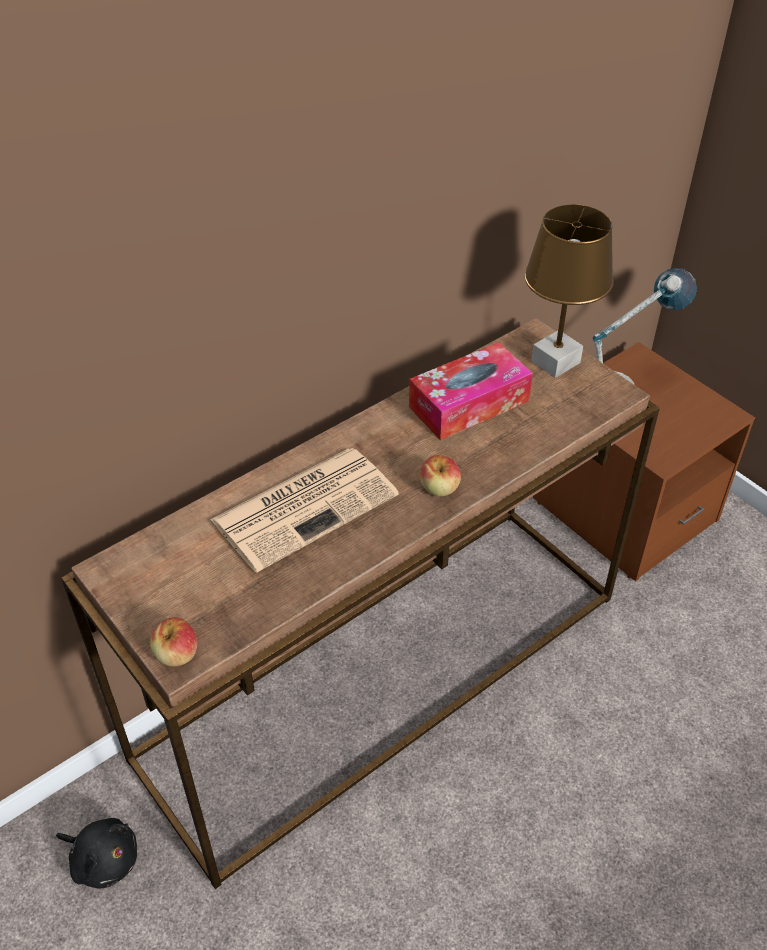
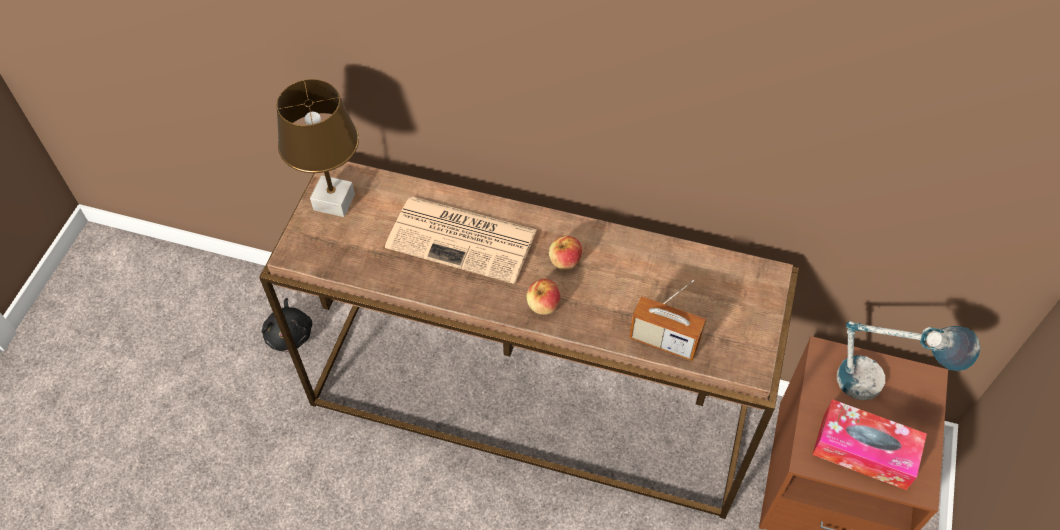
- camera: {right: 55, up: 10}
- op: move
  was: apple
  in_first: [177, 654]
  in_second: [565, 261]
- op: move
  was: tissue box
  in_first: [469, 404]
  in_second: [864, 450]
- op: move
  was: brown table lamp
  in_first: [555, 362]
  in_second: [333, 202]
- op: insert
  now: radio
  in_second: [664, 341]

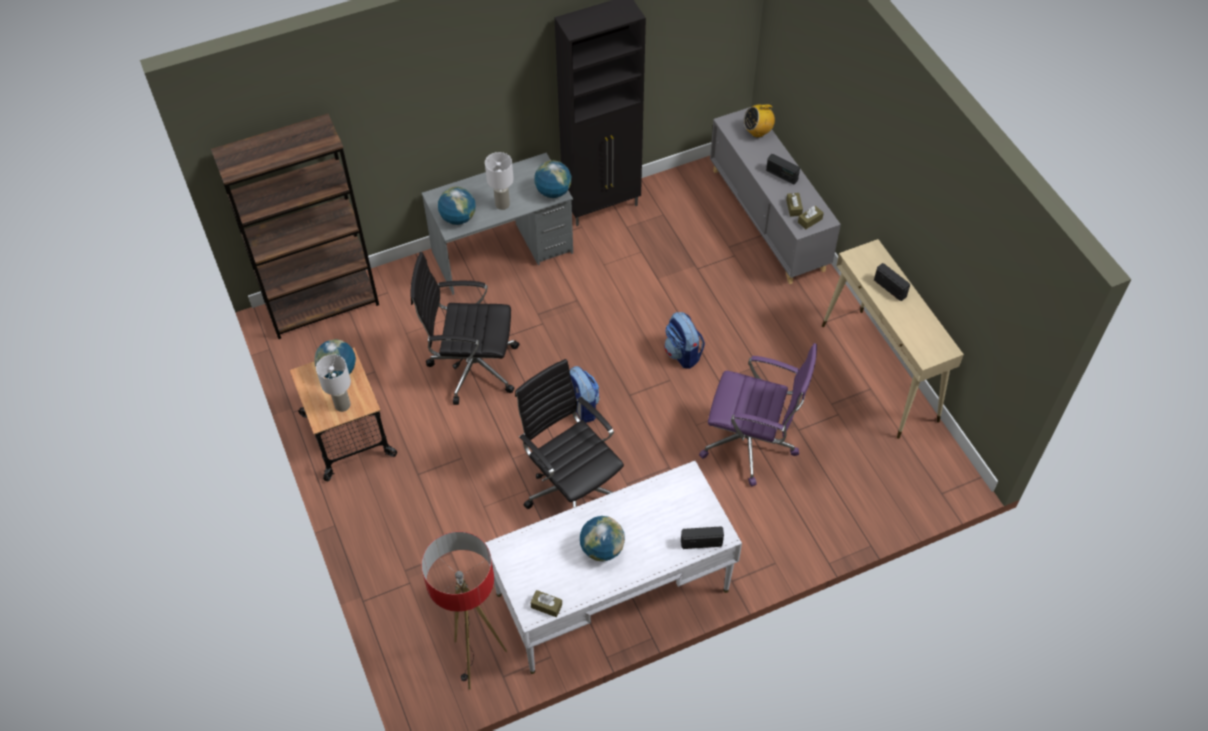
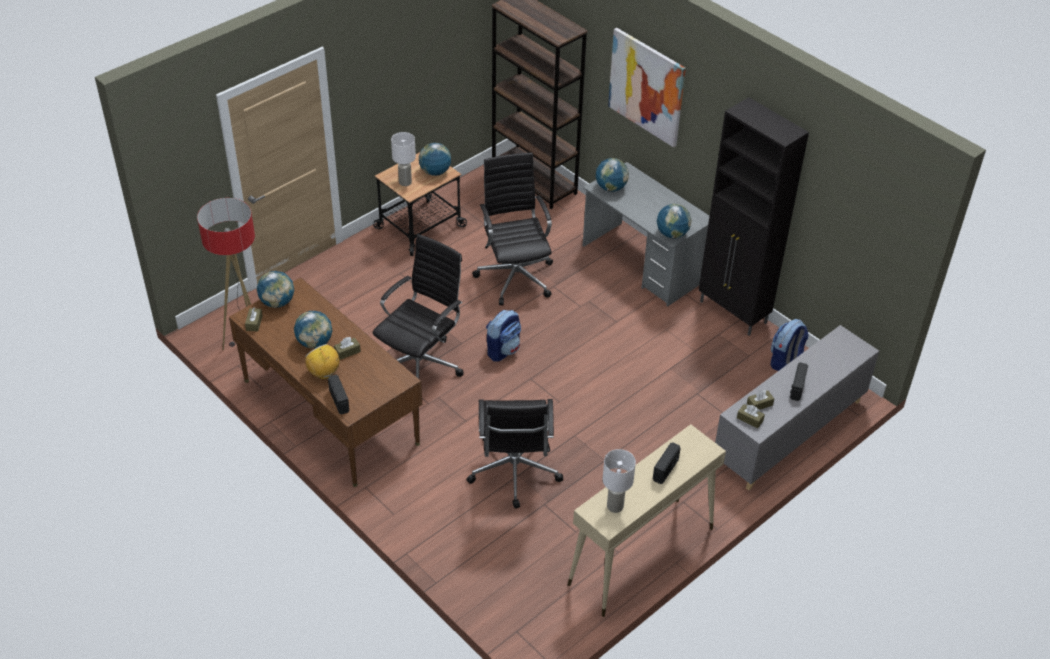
- camera: {right: 70, up: -10}
- op: move
  was: white table lamp
  in_first: [502, 204]
  in_second: [615, 506]
- op: recolor
  was: white desk
  now: brown desk
  in_first: [612, 592]
  in_second: [330, 412]
- op: move
  was: backpack
  in_first: [683, 353]
  in_second: [785, 361]
- op: recolor
  was: purple office chair
  now: black office chair
  in_first: [751, 443]
  in_second: [514, 473]
- op: move
  was: radio
  in_first: [757, 132]
  in_second: [324, 373]
- op: insert
  now: globe
  in_second: [277, 302]
- op: insert
  now: brown tissue box
  in_second: [347, 352]
- op: insert
  now: picture
  in_second: [646, 87]

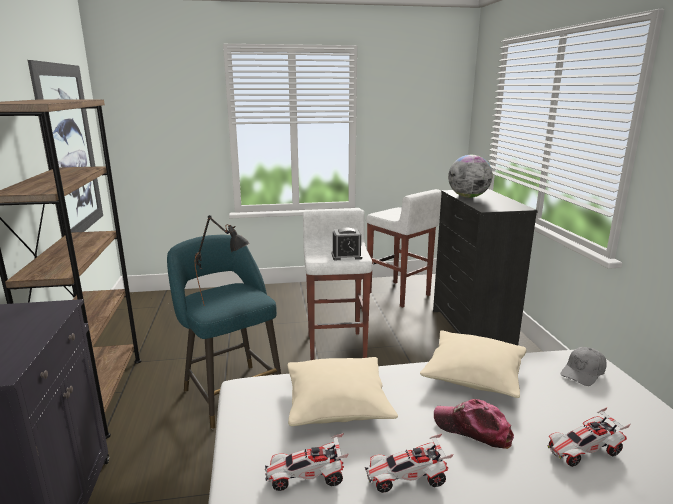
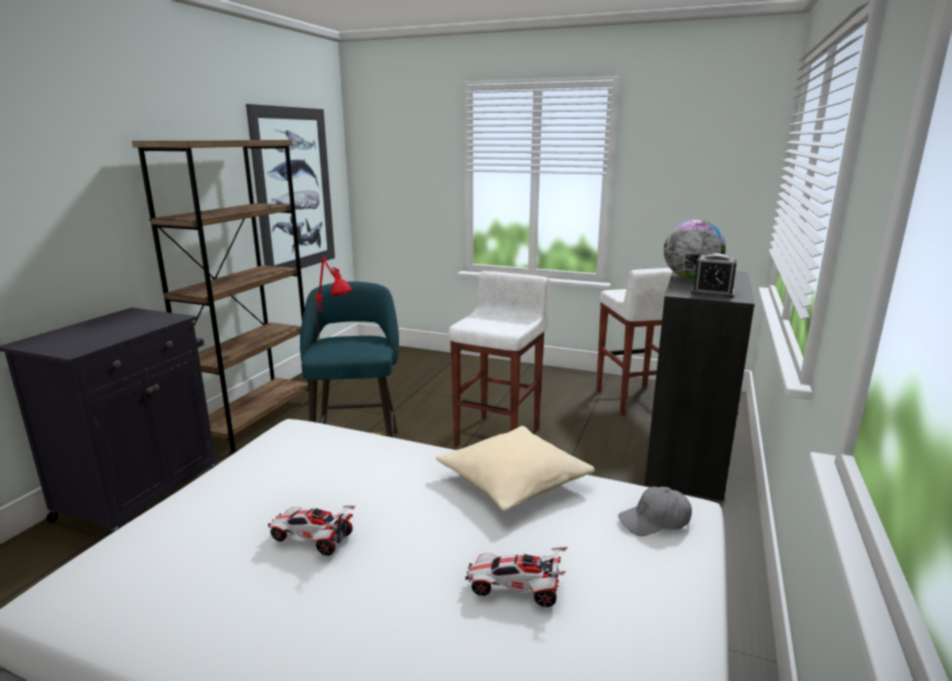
- camera: {right: 30, up: 0}
- op: recolor
  was: black table lamp
  now: red table lamp
  in_first: [226, 306]
  in_second: [336, 352]
- op: delete
  was: toy car
  in_first: [307, 477]
- op: delete
  was: beige pillow
  in_first: [337, 404]
- op: move
  was: alarm clock
  in_first: [346, 256]
  in_second: [712, 293]
- op: delete
  was: cap
  in_first: [473, 429]

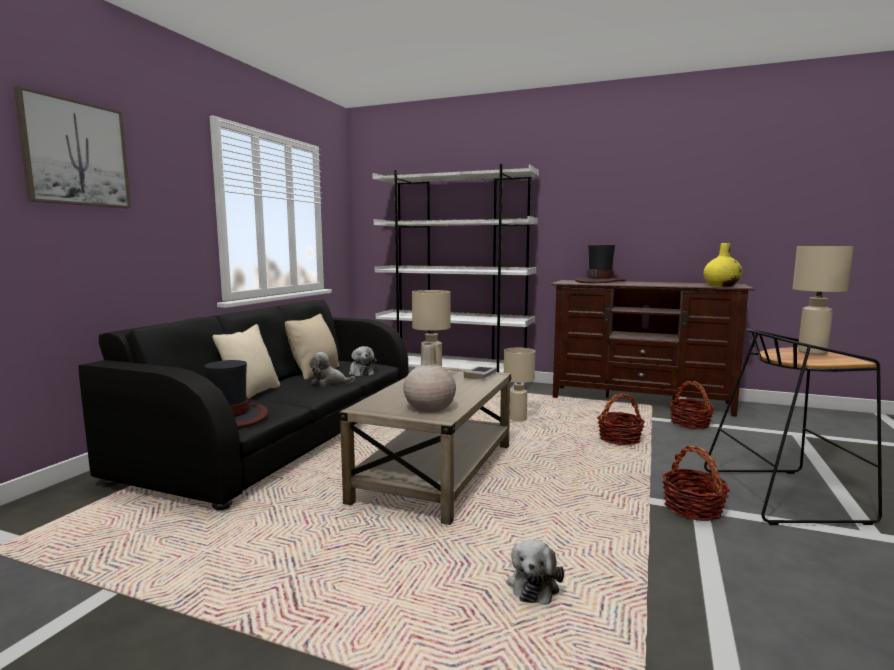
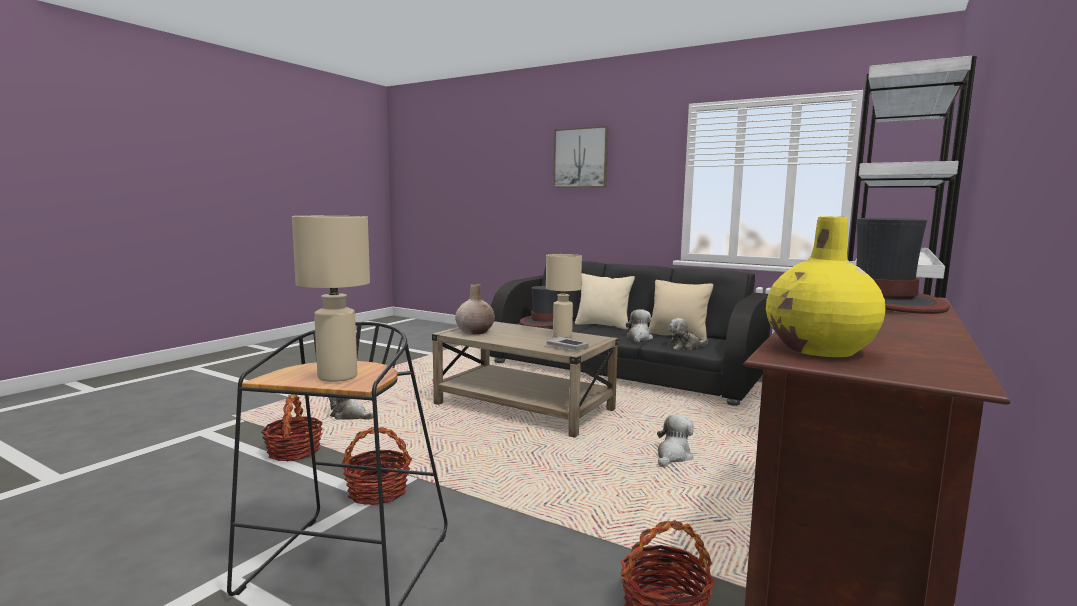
- camera: {right: 100, up: 0}
- op: replace
  was: beige table lamp
  now: plush toy
  in_first: [518, 419]
  in_second: [673, 456]
- op: move
  was: basket
  in_first: [619, 439]
  in_second: [294, 452]

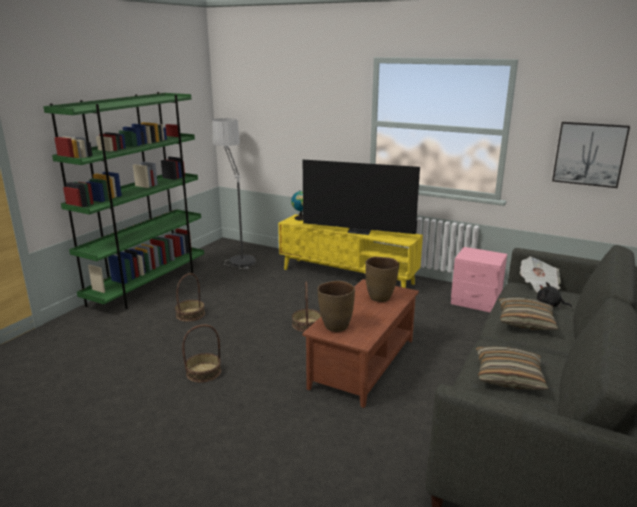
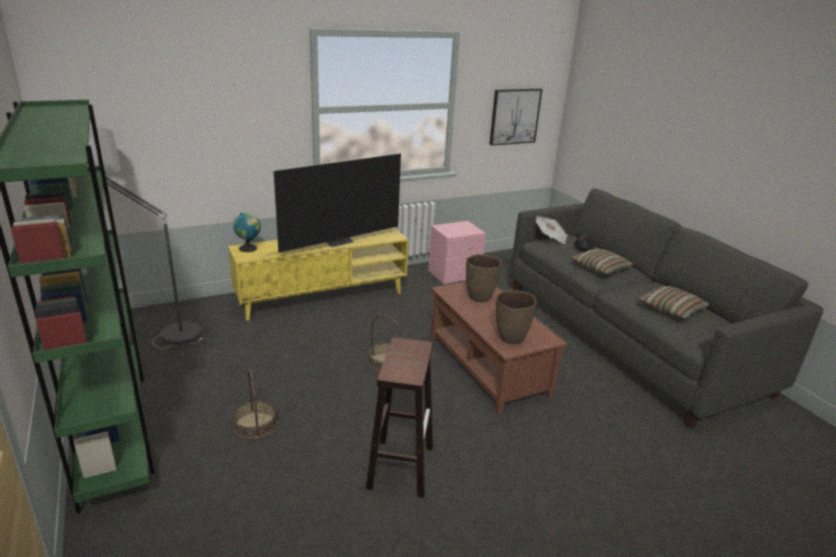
- camera: {right: -55, up: 5}
- op: replace
  was: basket
  now: brown stool
  in_first: [203, 372]
  in_second: [400, 466]

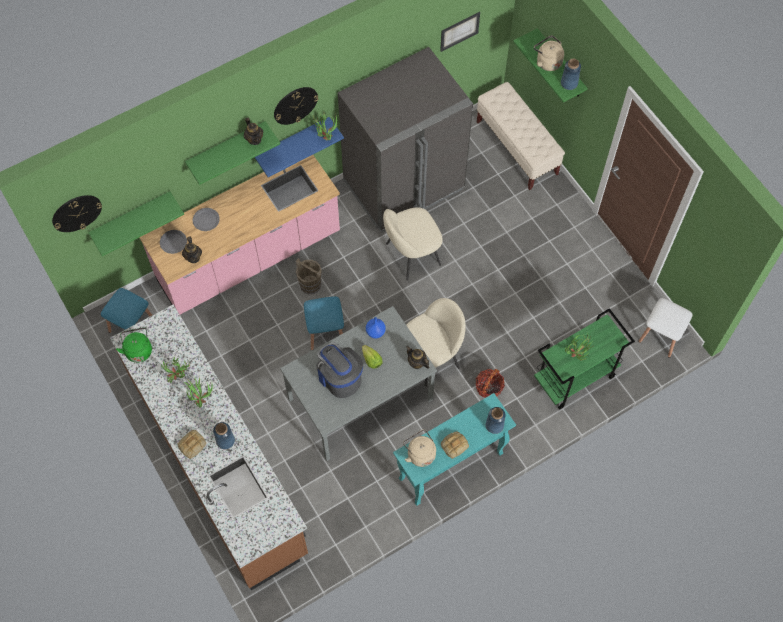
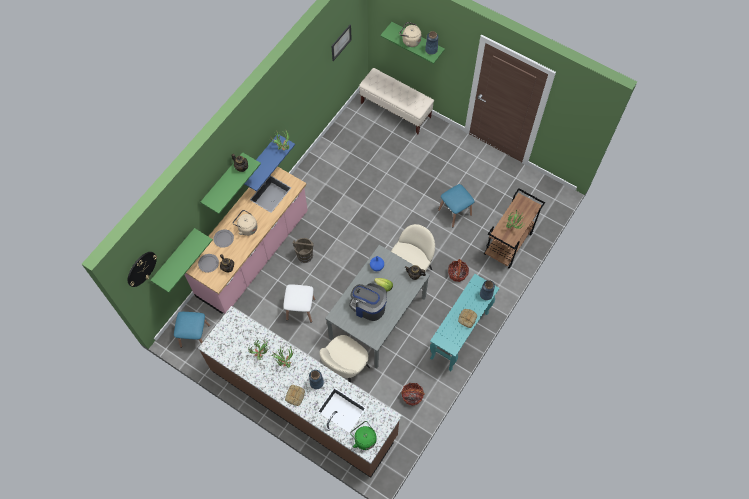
- camera: {right: -25, up: 0}
- op: move
  was: green kettle
  in_first: [138, 350]
  in_second: [364, 439]
- op: delete
  was: wall clock
  in_first: [295, 105]
- op: move
  was: blue stool
  in_first: [325, 332]
  in_second: [455, 212]
- op: delete
  was: grey fridge
  in_first: [404, 186]
- op: move
  was: beige chair
  in_first: [411, 255]
  in_second: [345, 369]
- op: move
  was: beige kettle
  in_first: [420, 453]
  in_second: [246, 228]
- op: recolor
  was: green cart
  now: brown cart
  in_first: [574, 378]
  in_second: [508, 244]
- op: move
  was: white stool
  in_first: [661, 336]
  in_second: [300, 309]
- op: insert
  now: basket
  in_second: [412, 396]

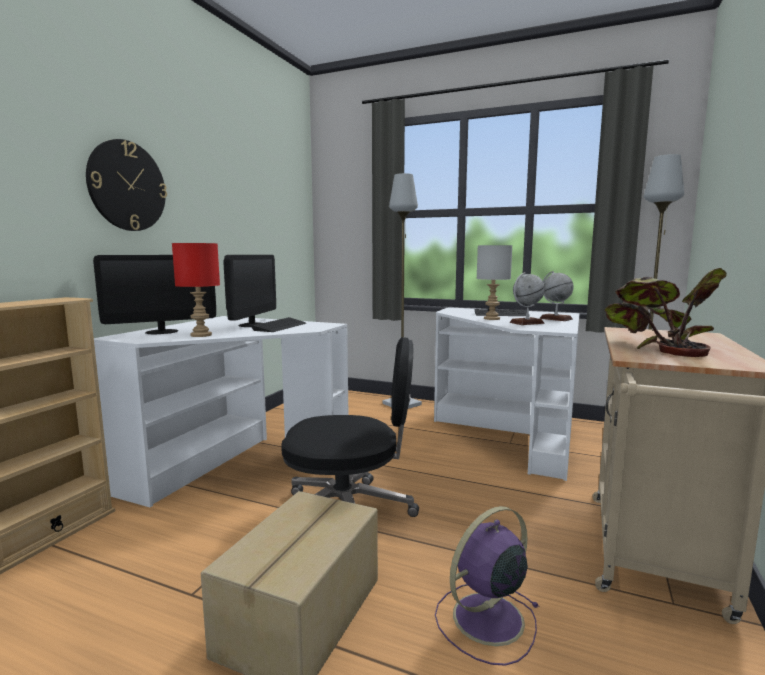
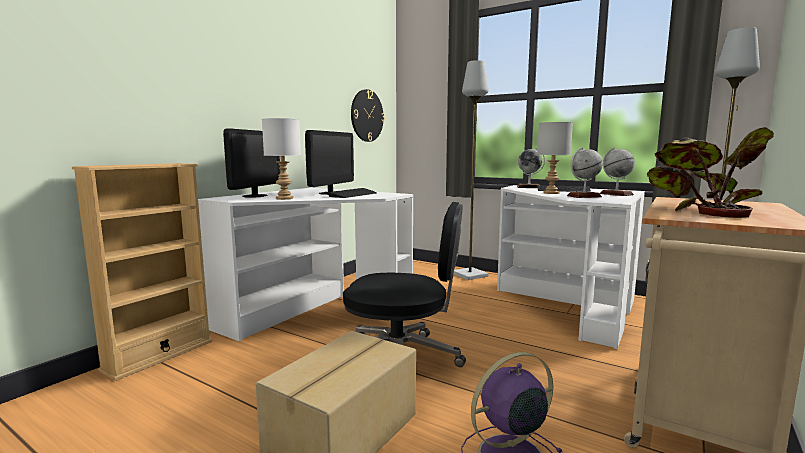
- camera: {right: 10, up: 0}
- op: move
  was: wall clock
  in_first: [127, 186]
  in_second: [367, 115]
- op: rotate
  was: monitor
  in_first: [162, 332]
  in_second: [254, 196]
  clockwise: -60
- op: recolor
  was: red table lamp
  now: white table lamp
  in_first: [202, 335]
  in_second: [285, 198]
- op: insert
  now: globe
  in_second: [529, 187]

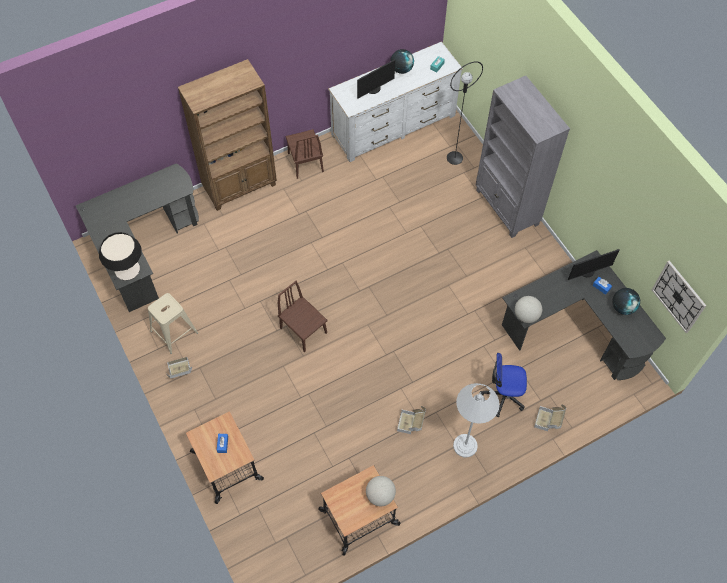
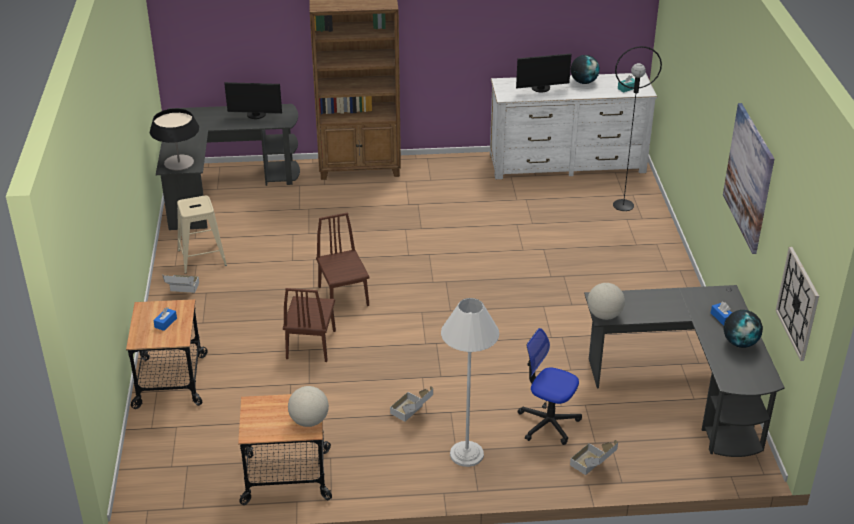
- camera: {right: 25, up: -25}
- op: move
  was: brown chair
  in_first: [305, 162]
  in_second: [311, 344]
- op: delete
  was: grey bookcase
  in_first: [506, 208]
- op: move
  was: monitor
  in_first: [587, 271]
  in_second: [256, 115]
- op: insert
  now: picture
  in_second: [749, 177]

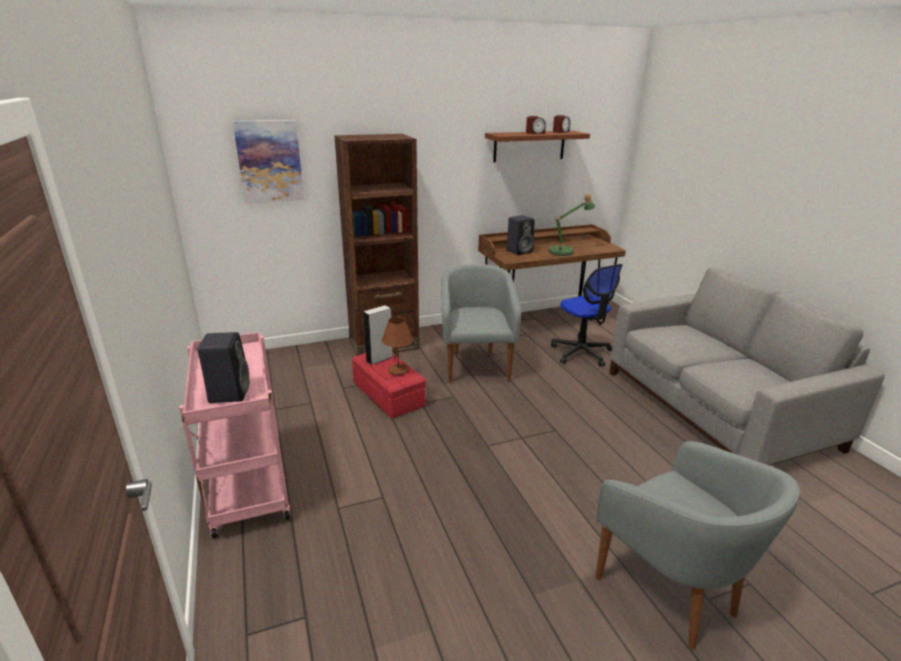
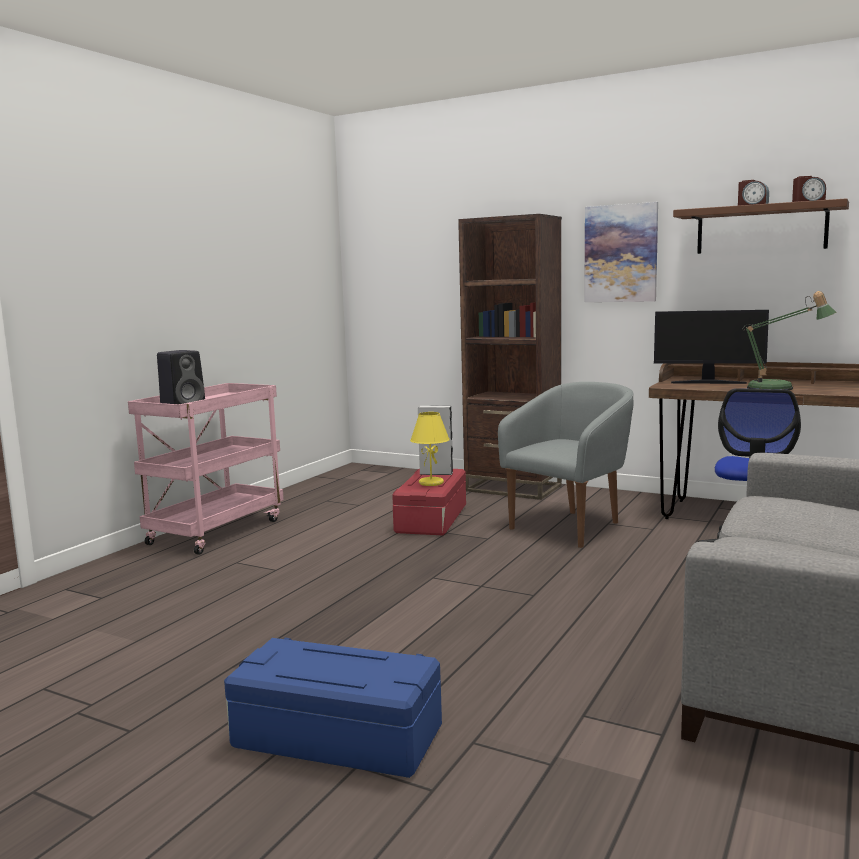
- camera: {right: 50, up: -15}
- op: move
  was: picture
  in_first: [269, 161]
  in_second: [621, 253]
- op: recolor
  was: brown table lamp
  now: yellow table lamp
  in_first: [398, 371]
  in_second: [431, 483]
- op: replace
  was: black speaker
  now: monitor
  in_first: [520, 251]
  in_second: [708, 382]
- op: replace
  was: grey armchair
  now: blue storage box
  in_first: [671, 592]
  in_second: [335, 738]

